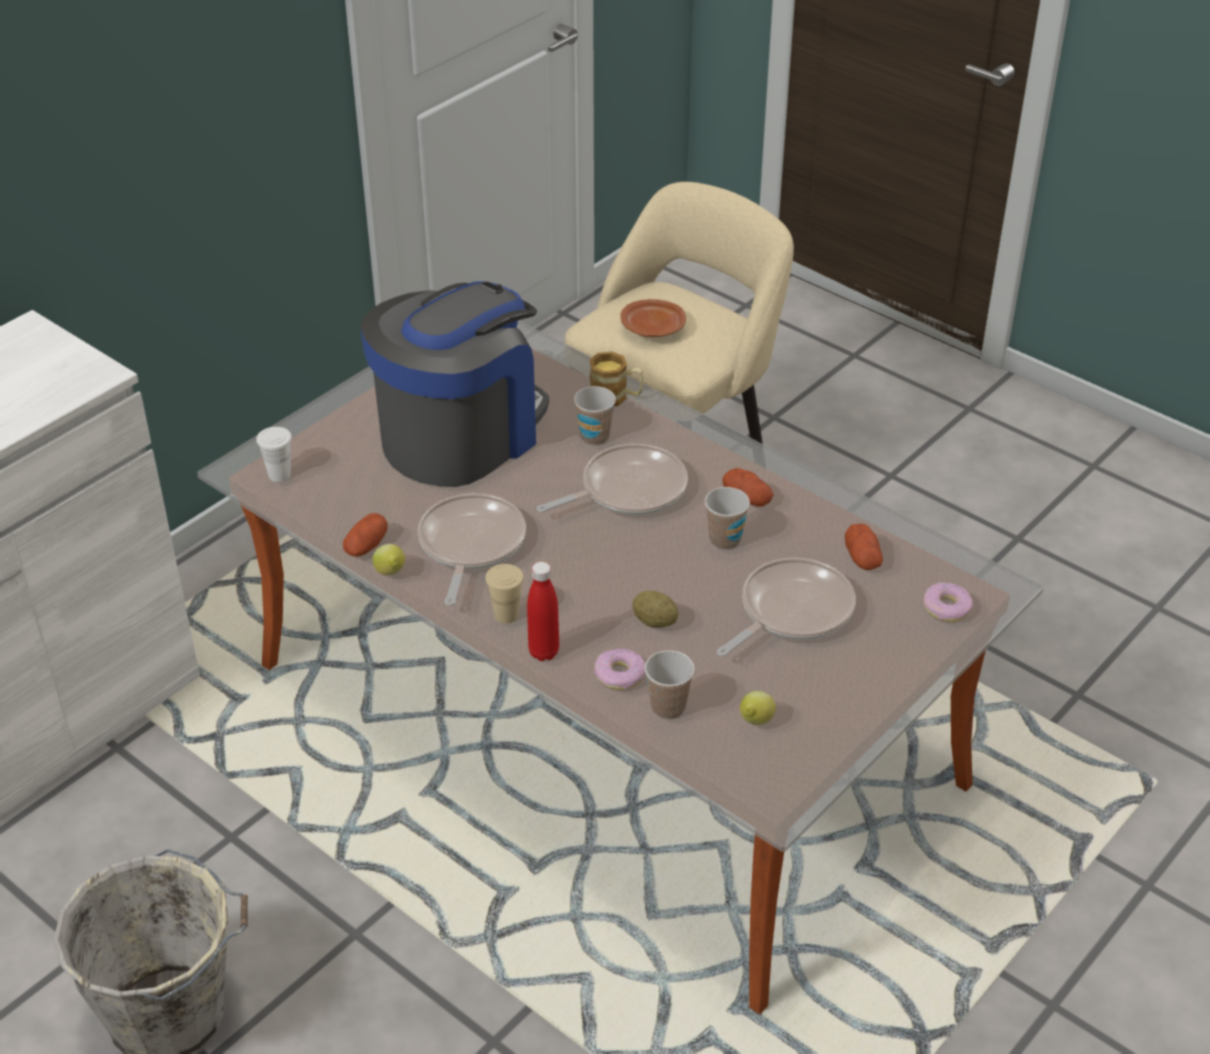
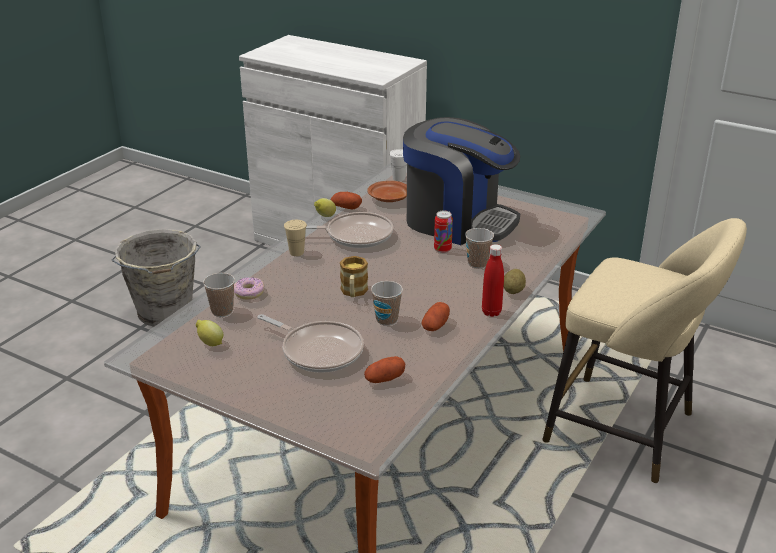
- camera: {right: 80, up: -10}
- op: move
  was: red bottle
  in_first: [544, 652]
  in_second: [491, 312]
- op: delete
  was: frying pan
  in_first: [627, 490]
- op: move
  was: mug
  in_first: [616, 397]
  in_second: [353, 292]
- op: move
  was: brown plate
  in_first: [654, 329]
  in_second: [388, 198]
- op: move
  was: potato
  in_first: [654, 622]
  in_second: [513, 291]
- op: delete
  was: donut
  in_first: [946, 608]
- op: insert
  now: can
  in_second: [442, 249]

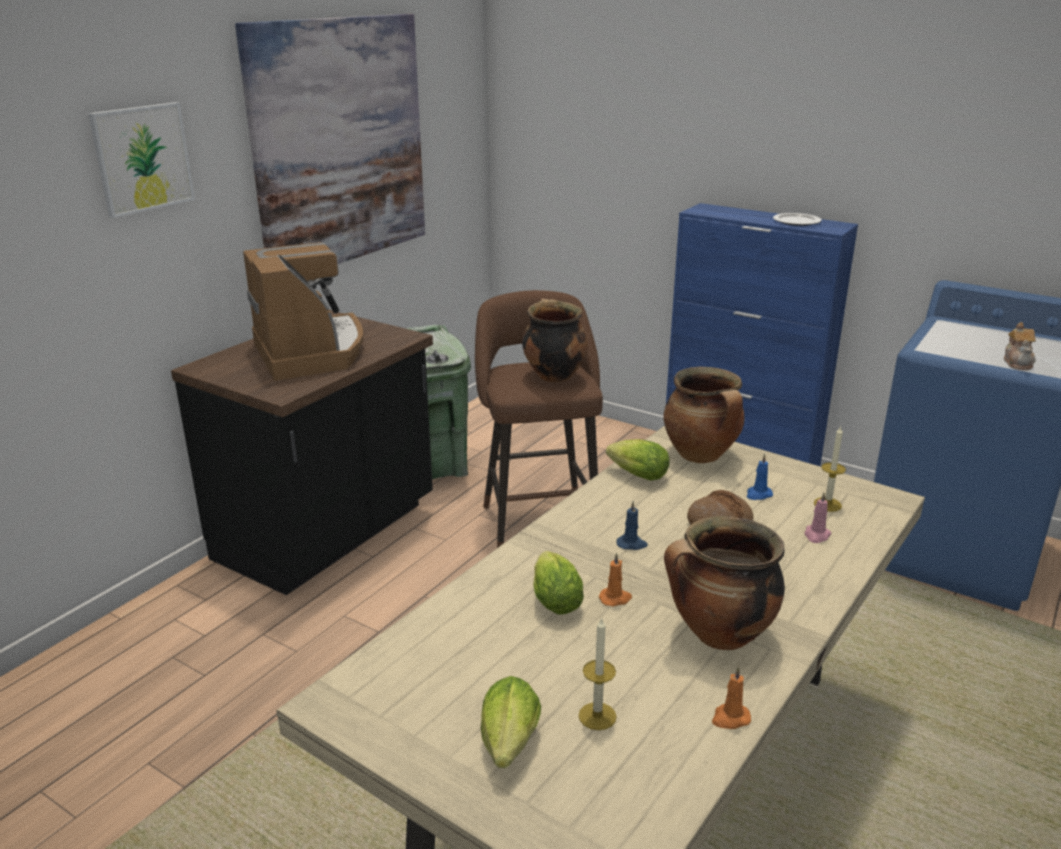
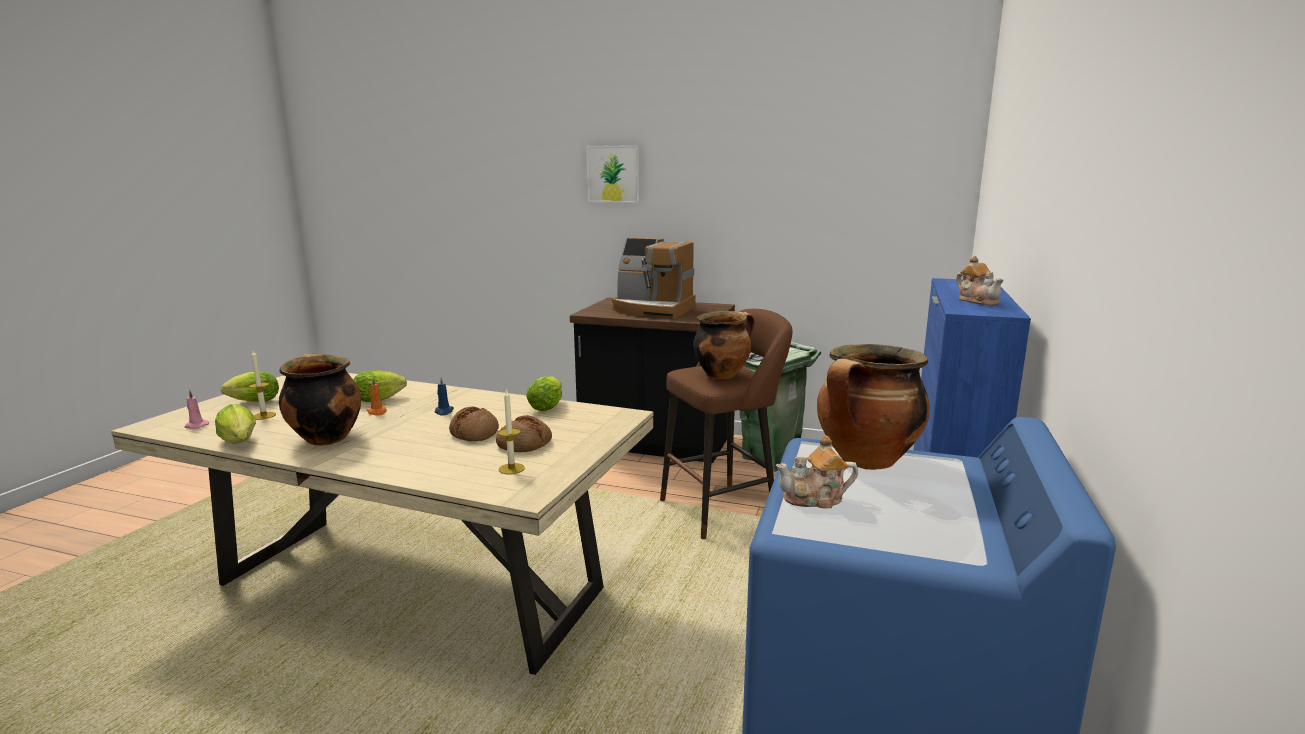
- camera: {right: 75, up: -10}
- op: delete
  was: picture
  in_first: [340, 143]
- op: rotate
  was: coffee machine
  in_first: [311, 352]
  in_second: [653, 310]
  clockwise: 60
- op: move
  was: cooking pot
  in_first: [702, 456]
  in_second: [866, 461]
- op: replace
  was: orange candle
  now: lettuce
  in_first: [730, 718]
  in_second: [240, 443]
- op: replace
  was: blue candle
  now: bread
  in_first: [758, 494]
  in_second: [524, 444]
- op: replace
  was: plate
  now: teapot
  in_first: [795, 221]
  in_second: [978, 301]
- op: move
  was: pink candle
  in_first: [816, 535]
  in_second: [196, 426]

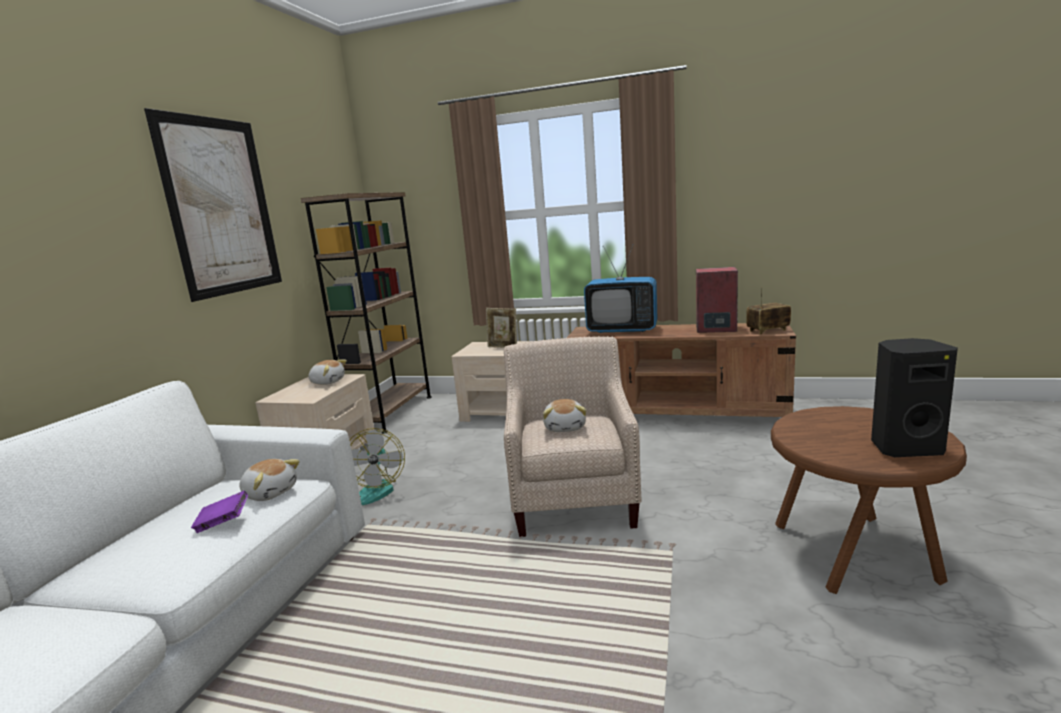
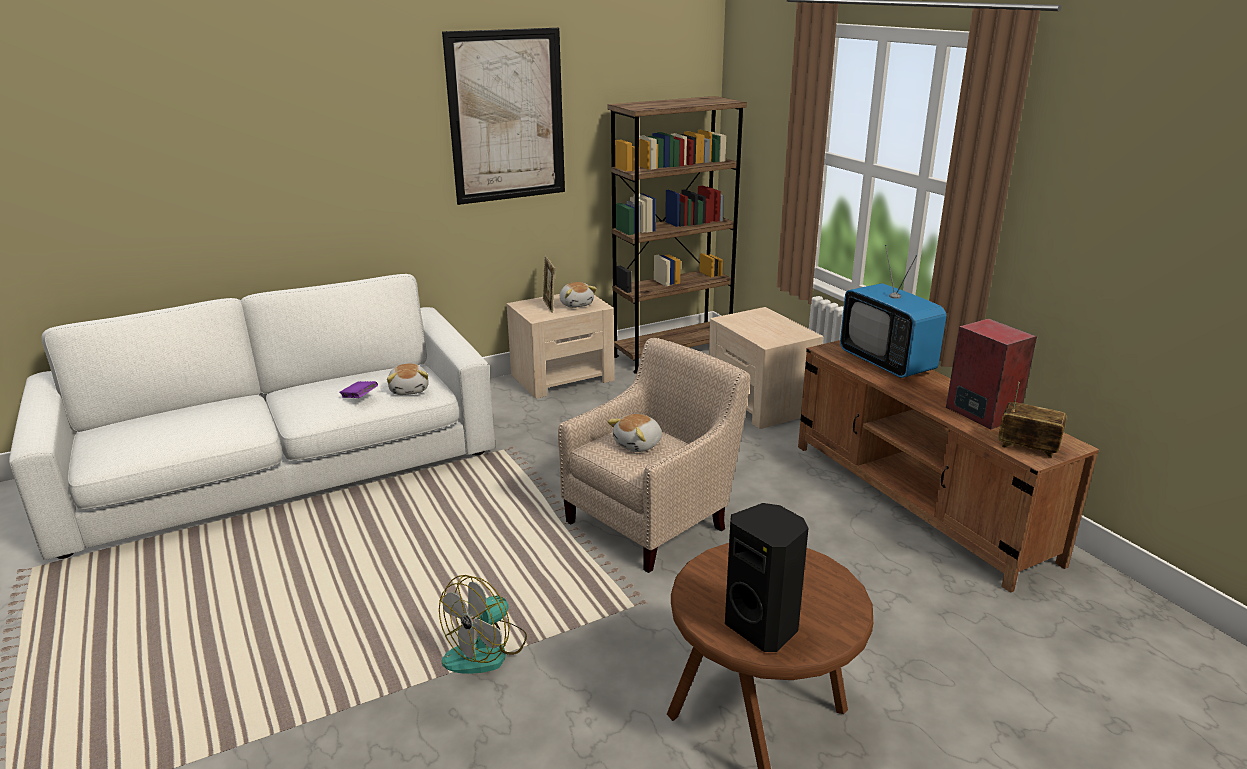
- camera: {right: 45, up: 10}
- op: move
  was: fan
  in_first: [375, 489]
  in_second: [486, 650]
- op: move
  was: picture frame
  in_first: [503, 347]
  in_second: [549, 306]

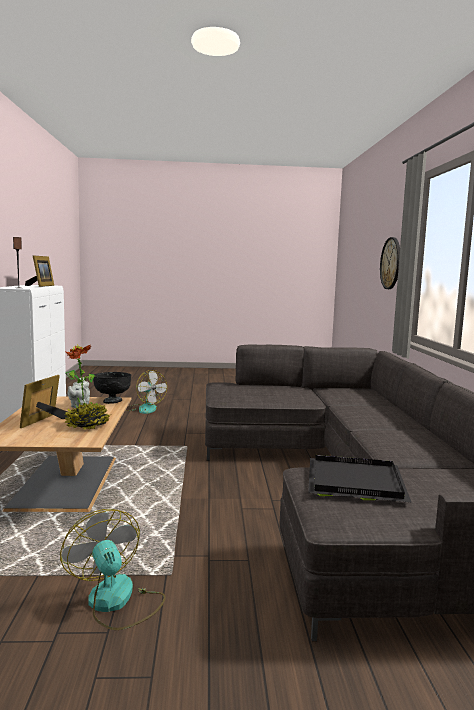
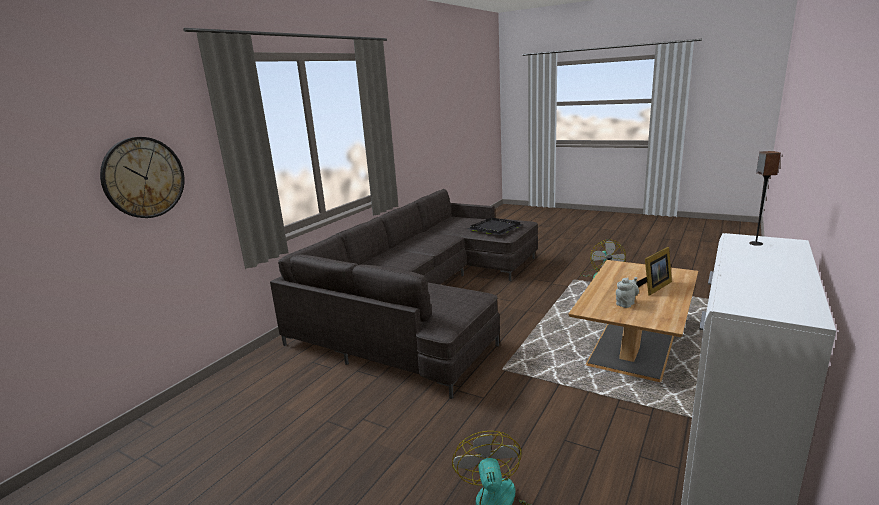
- camera: {right: -145, up: 10}
- op: delete
  was: picture frame
  in_first: [41, 286]
- op: delete
  was: potted plant
  in_first: [87, 426]
- op: delete
  was: black bowl
  in_first: [112, 401]

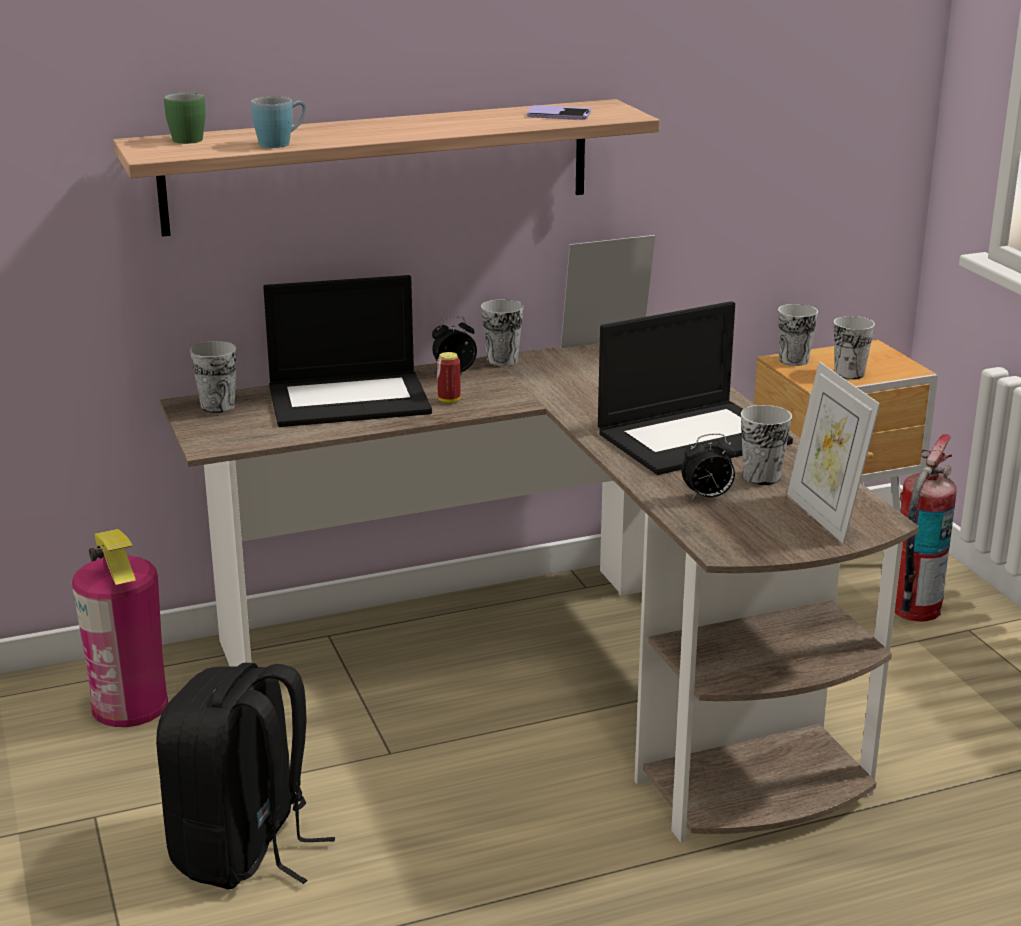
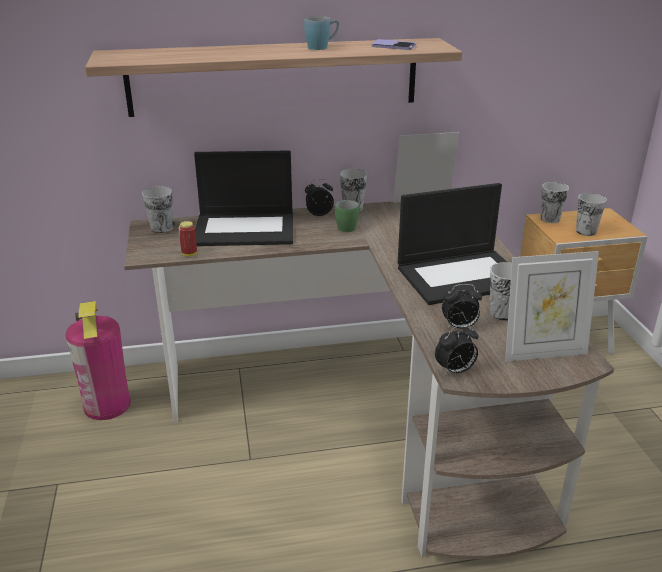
- camera: {right: 10, up: 5}
- op: delete
  was: black backpack
  in_first: [244, 850]
- op: move
  was: green mug
  in_first: [185, 138]
  in_second: [344, 226]
- op: move
  was: blue mug
  in_first: [281, 143]
  in_second: [322, 47]
- op: move
  was: can
  in_first: [449, 400]
  in_second: [189, 254]
- op: rotate
  was: picture frame
  in_first: [825, 516]
  in_second: [543, 352]
  clockwise: -90
- op: delete
  was: fire extinguisher
  in_first: [914, 610]
- op: insert
  now: alarm clock
  in_second: [455, 371]

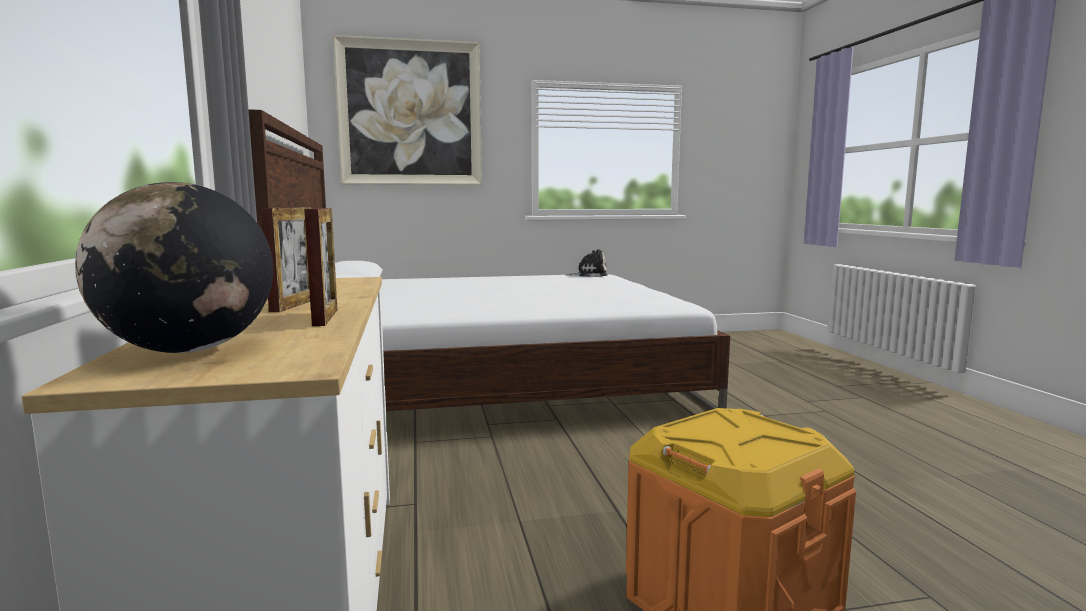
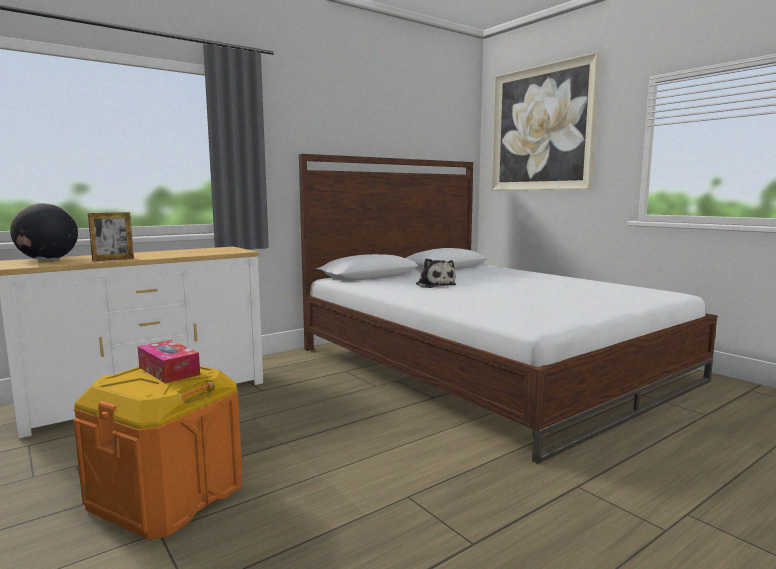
- camera: {right: 65, up: 0}
- op: delete
  was: picture frame
  in_first: [294, 305]
- op: move
  was: plush toy
  in_first: [589, 275]
  in_second: [434, 285]
- op: insert
  now: tissue box
  in_second: [169, 371]

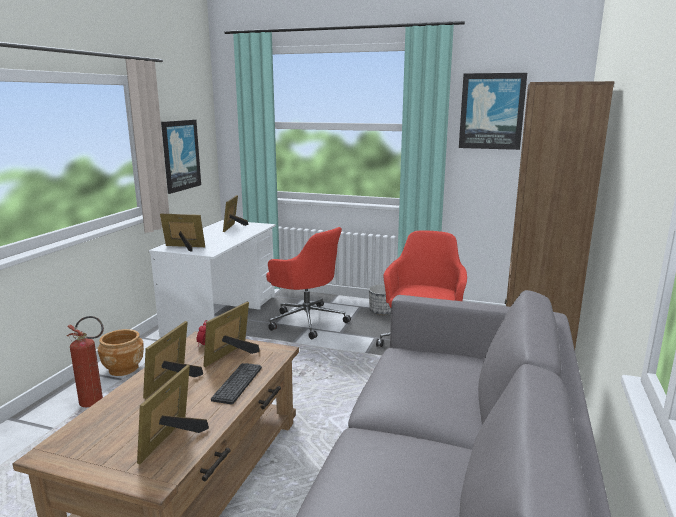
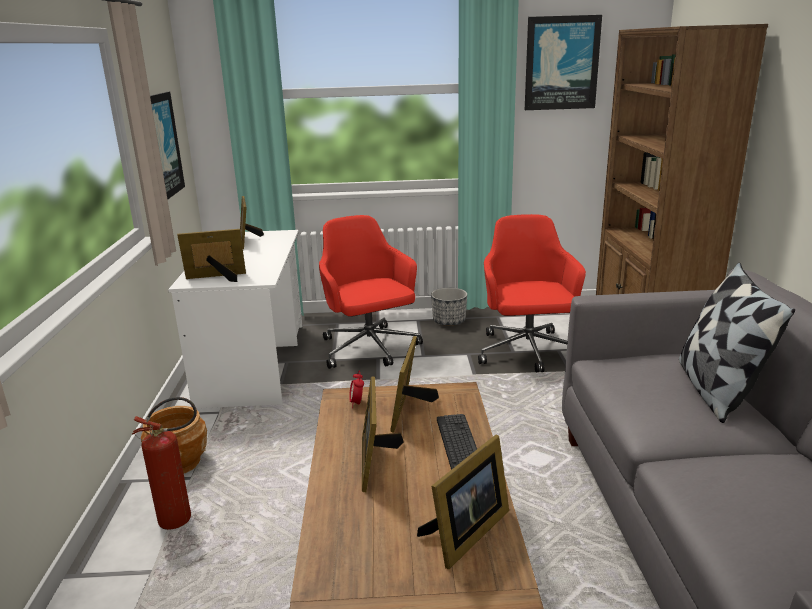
- camera: {right: -20, up: 5}
- op: rotate
  was: picture frame
  in_first: [173, 439]
  in_second: [465, 534]
  clockwise: -135
- op: rotate
  was: red office chair
  in_first: [306, 320]
  in_second: [369, 349]
  clockwise: -135
- op: insert
  now: pillow
  in_second: [716, 390]

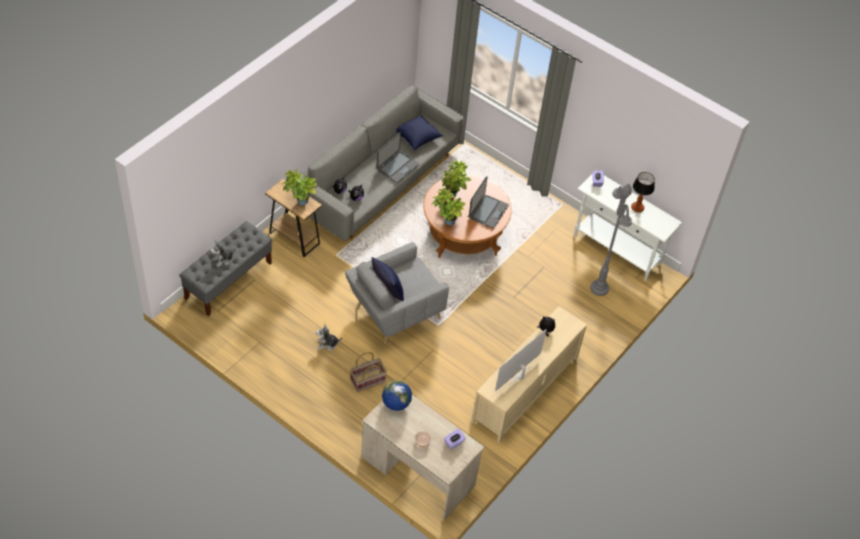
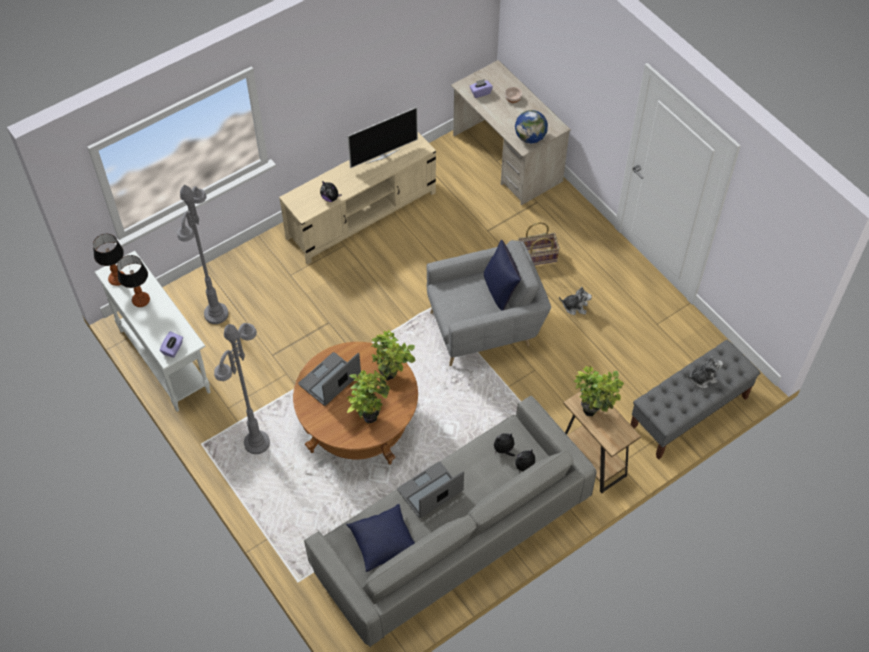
- camera: {right: -160, up: 5}
- op: insert
  now: table lamp
  in_second: [117, 279]
- op: insert
  now: grey floor lamp
  in_second: [257, 443]

